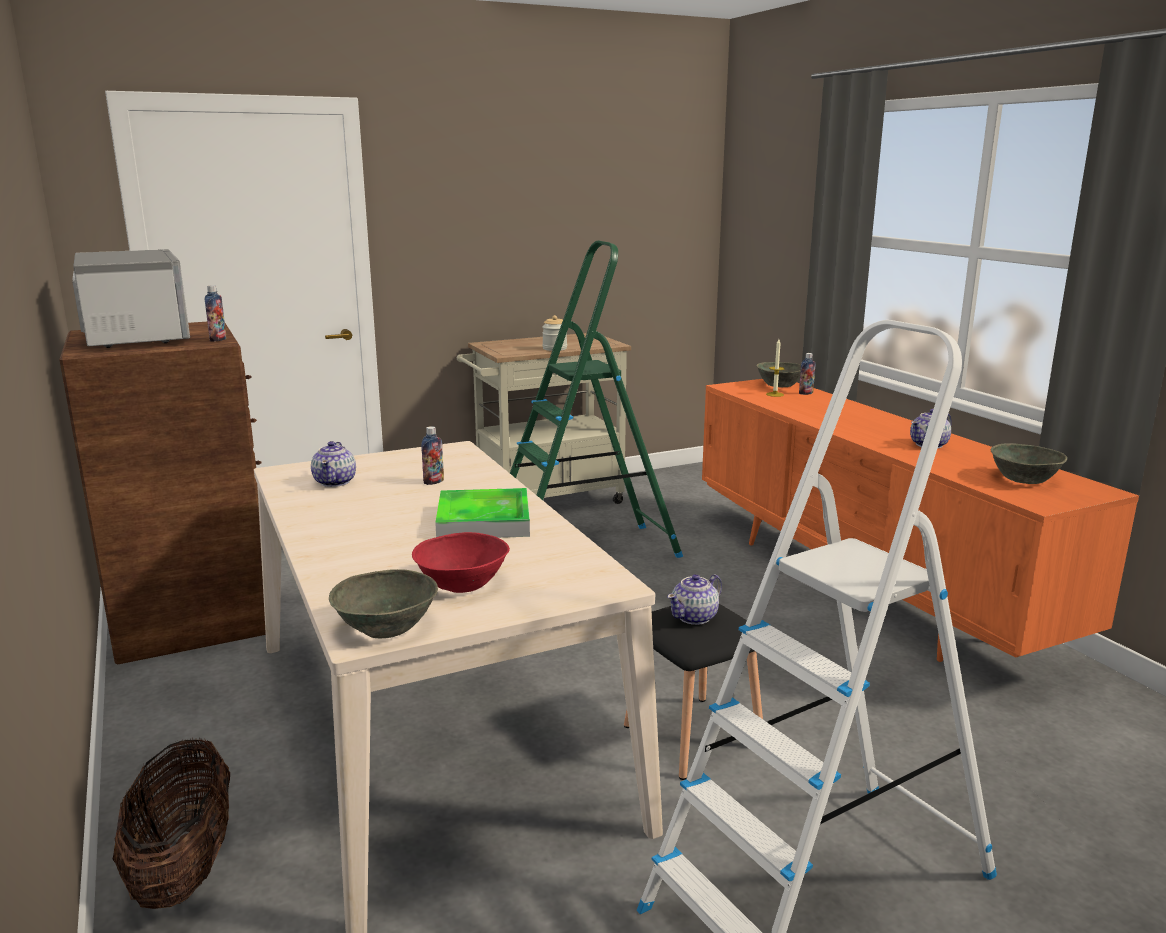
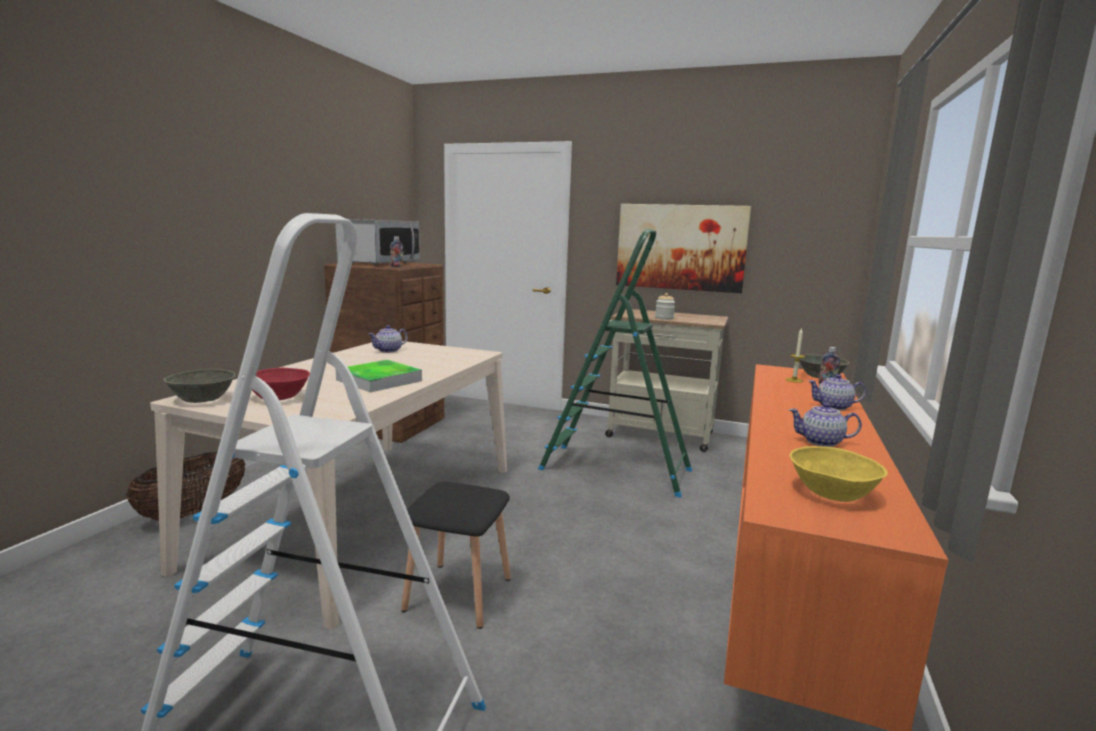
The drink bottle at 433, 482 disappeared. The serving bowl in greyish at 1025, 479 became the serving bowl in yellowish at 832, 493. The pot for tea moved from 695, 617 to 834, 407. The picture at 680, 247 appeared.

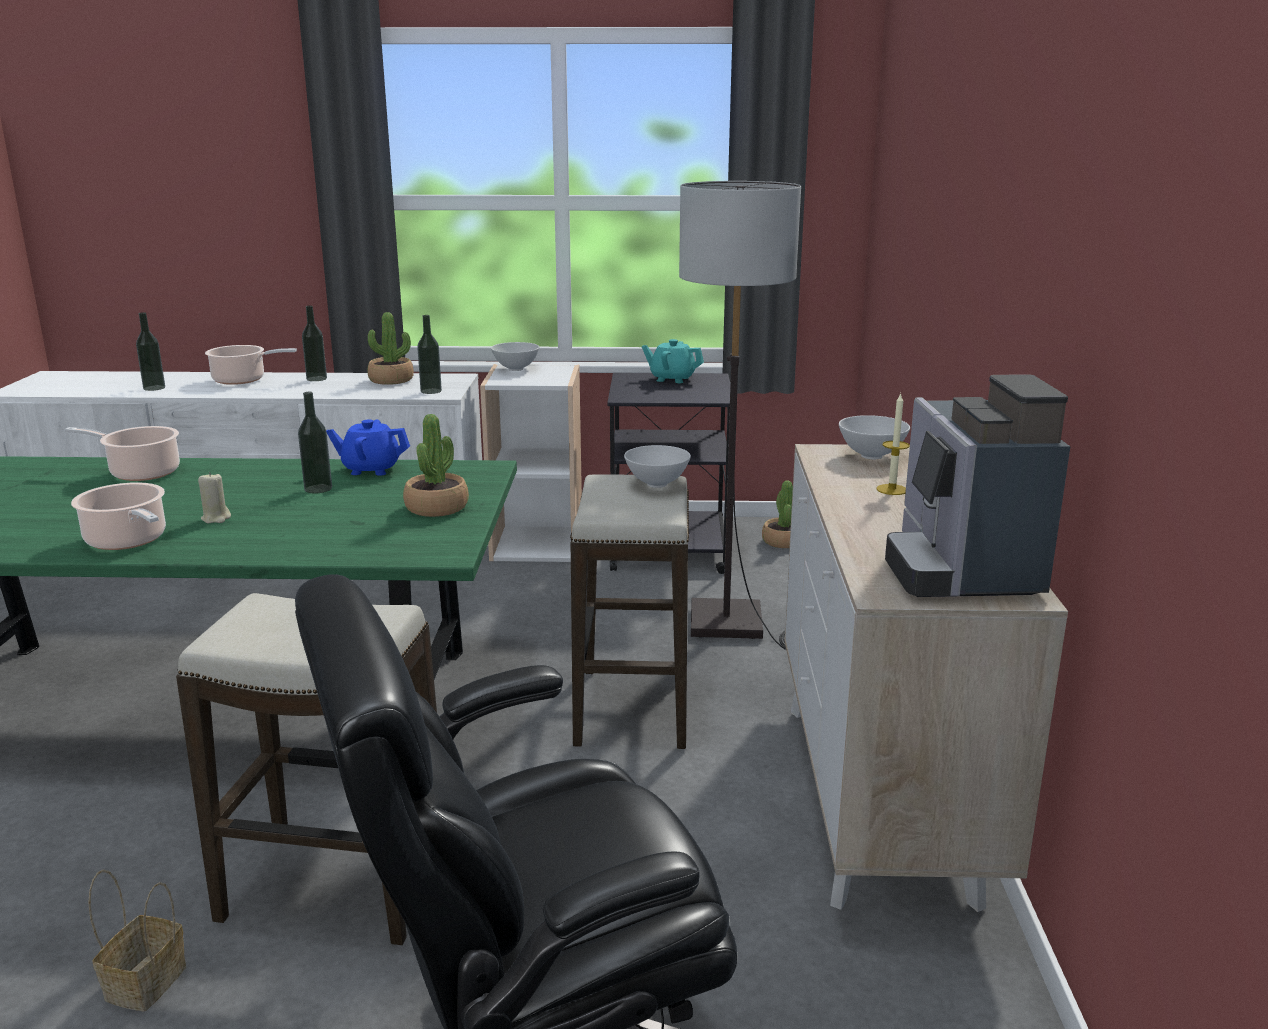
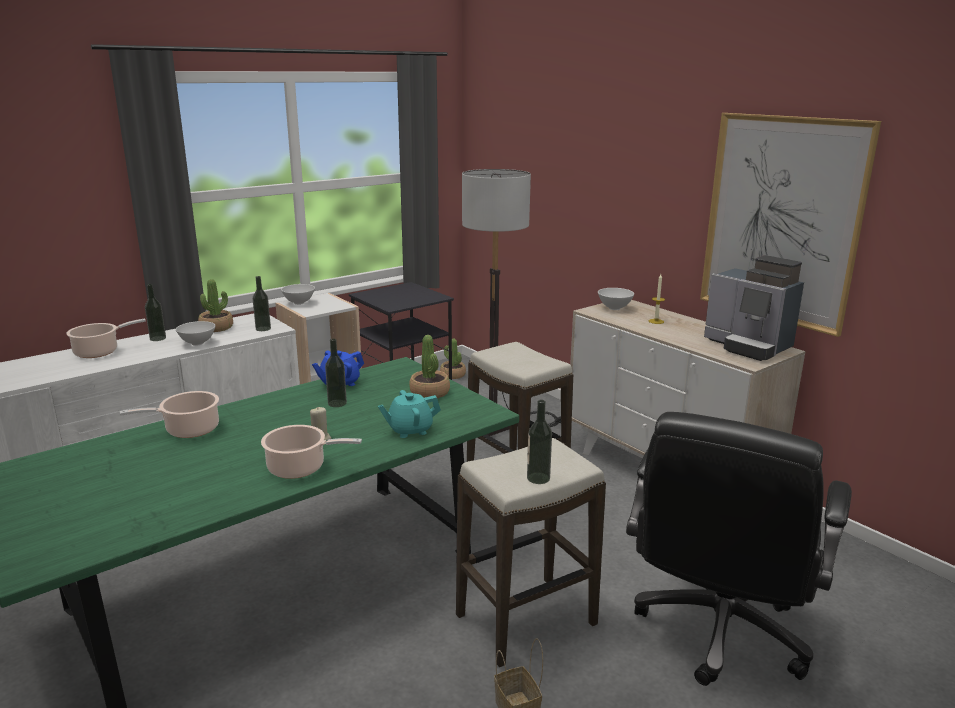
The drink bottle moved from 154, 388 to 538, 478. The pot for tea in blue-green moved from 672, 379 to 410, 430. The serving bowl in white-coloured moved from 656, 484 to 197, 343. The picture at 781, 220 appeared.

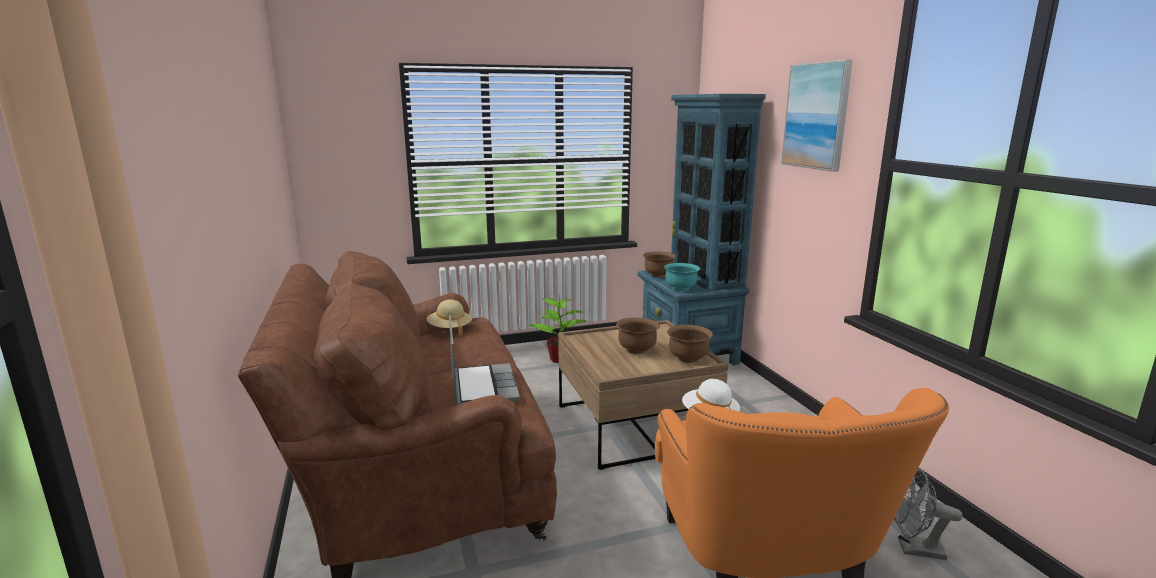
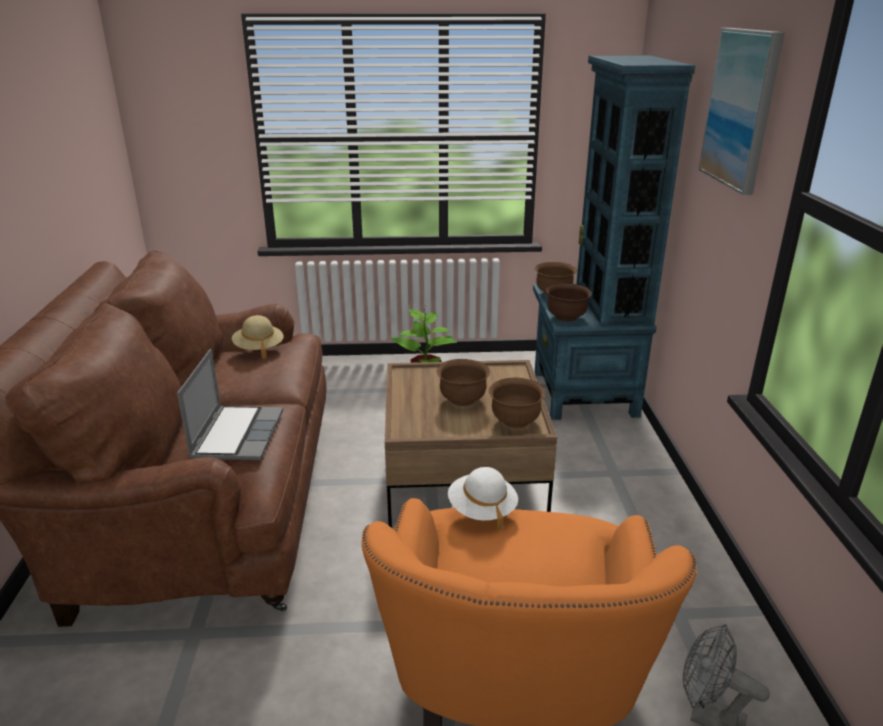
The serving bowl in blue-green at 680, 288 became the serving bowl in brown at 566, 317.

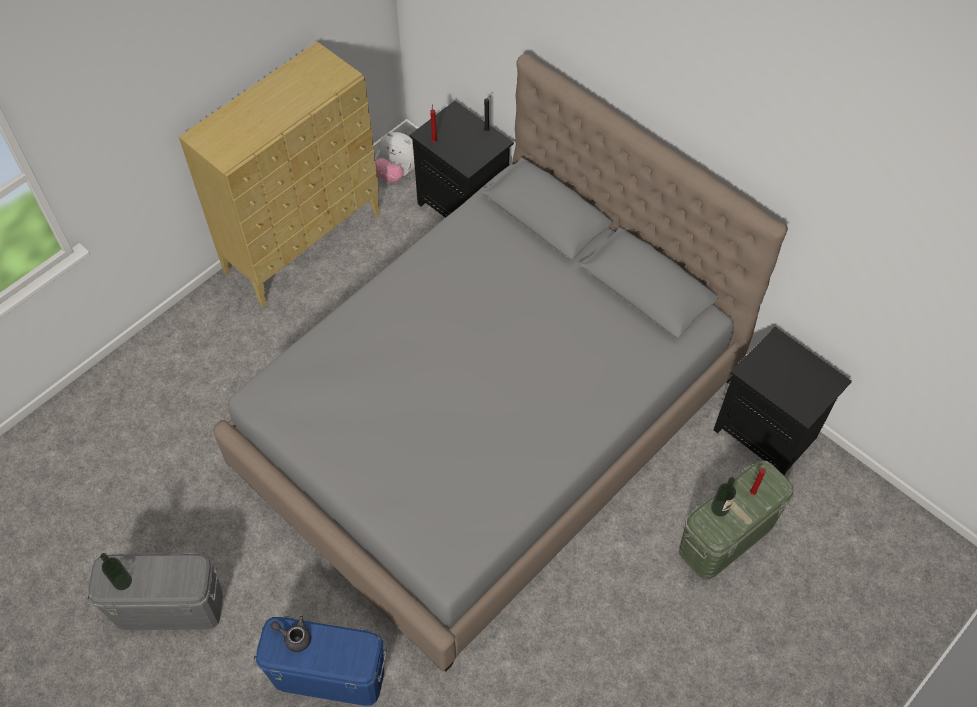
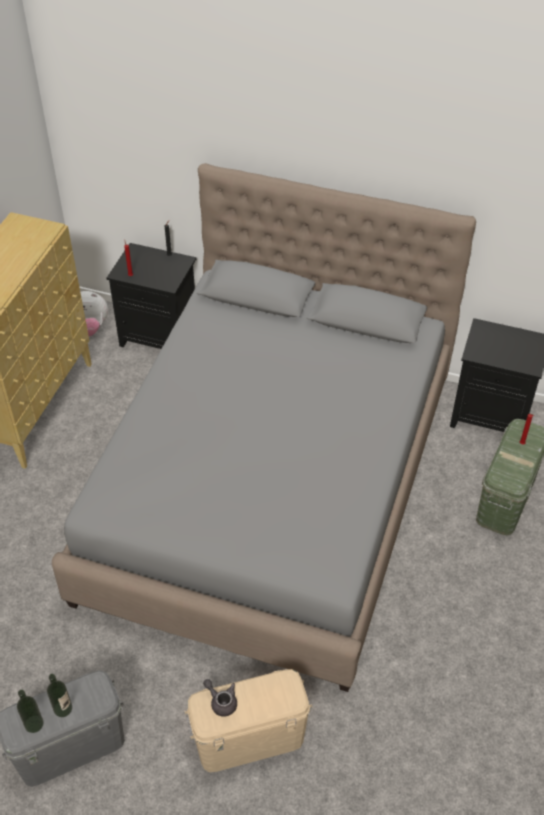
The drink bottle moved from 720, 508 to 63, 708. The storage container in blue-coloured at 328, 675 became the storage container in beige-coloured at 249, 739. The pot for tea in greyish at 294, 637 turned 45 degrees clockwise.

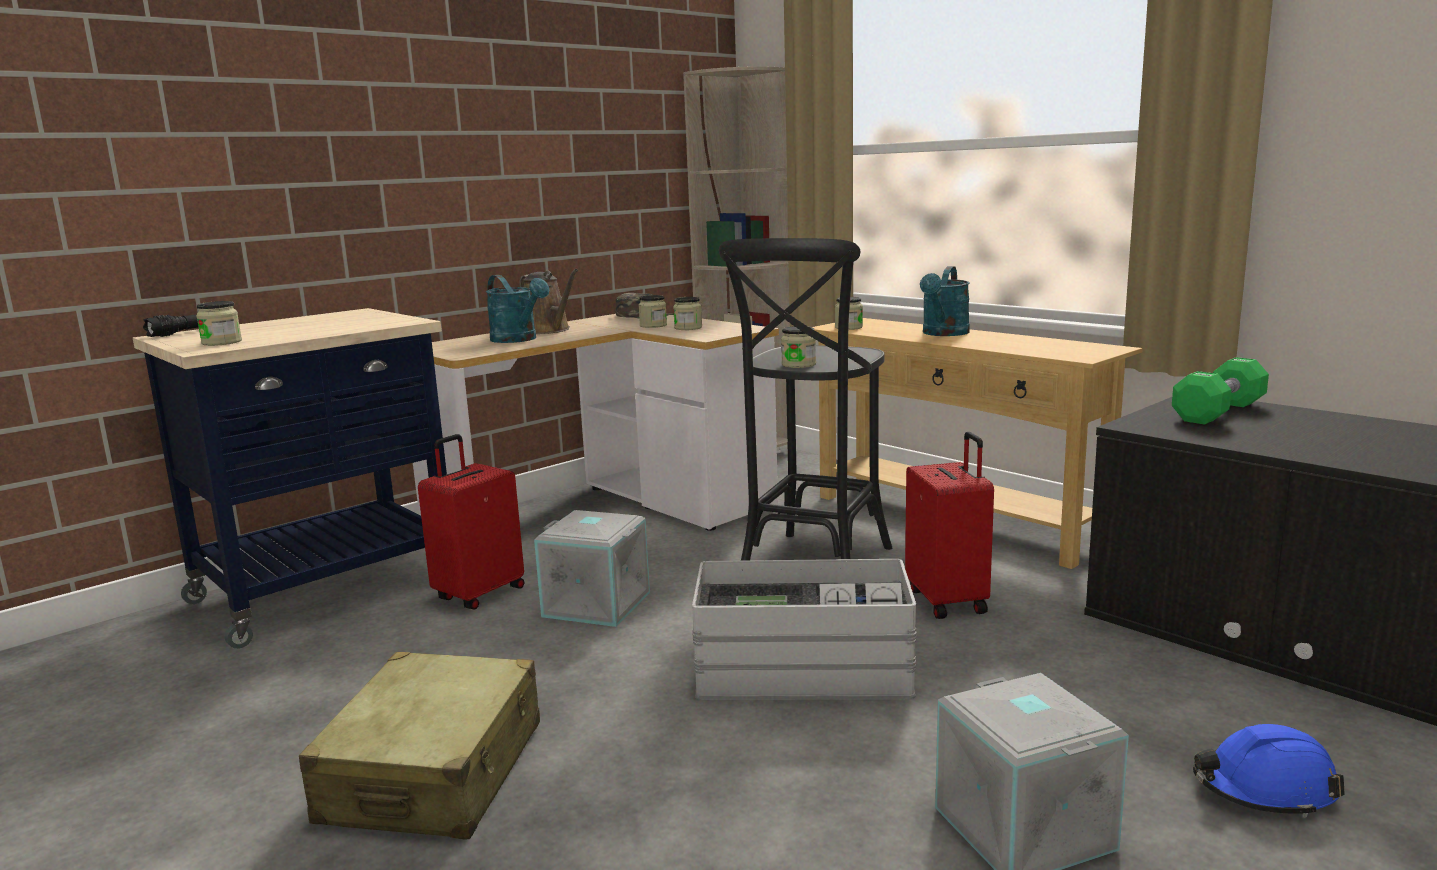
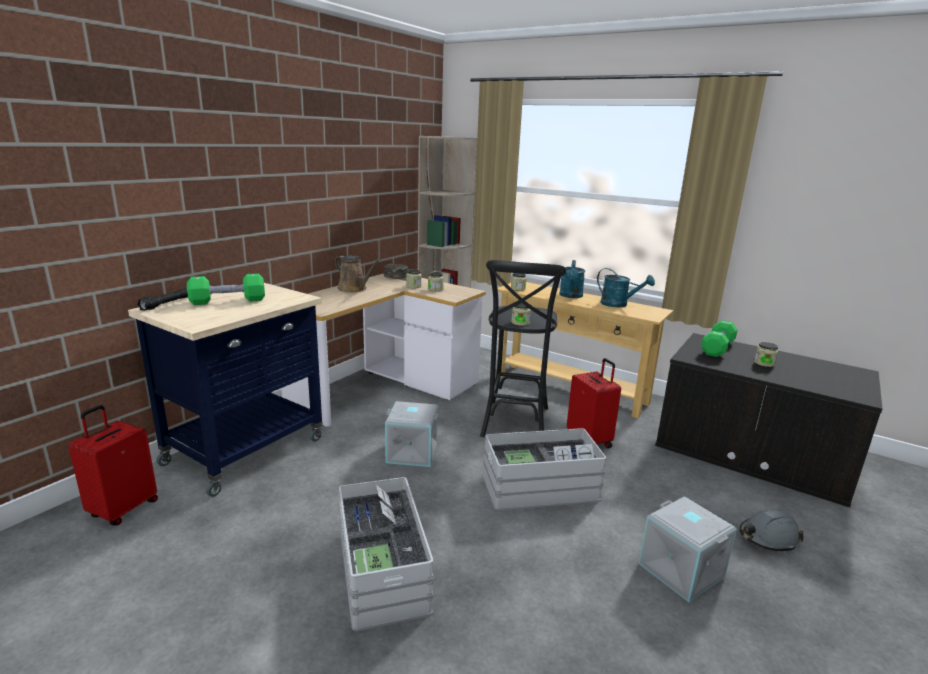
The watering can in blue-green moved from 518, 340 to 619, 304. The preserve jar moved from 222, 342 to 764, 363. The suitcase in red moved from 478, 594 to 123, 509. The suitcase in beige-coloured at 435, 772 was replaced by the storage container in greyish at 381, 569. The safety helmet in blue-coloured at 1264, 789 became the safety helmet in greyish at 768, 538. The free weight in greenish at 228, 301 appeared.

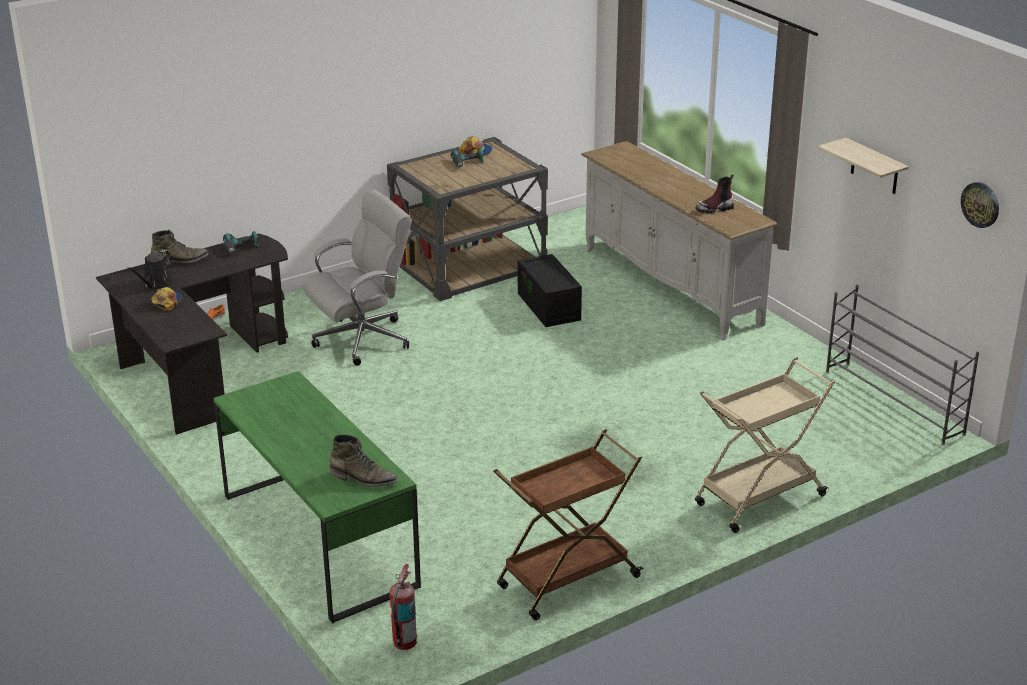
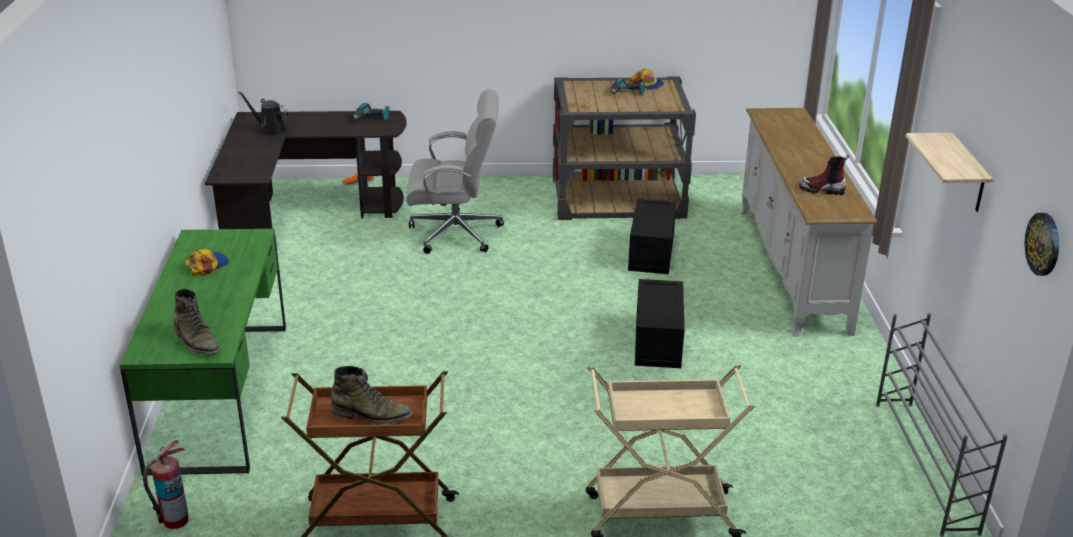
The tall boot in greenish moved from 180, 261 to 371, 415. The watering can in black-coloured at 156, 285 turned 60 degrees clockwise. The cap moved from 167, 301 to 207, 265. The storage container in black-coloured at 659, 342 appeared.

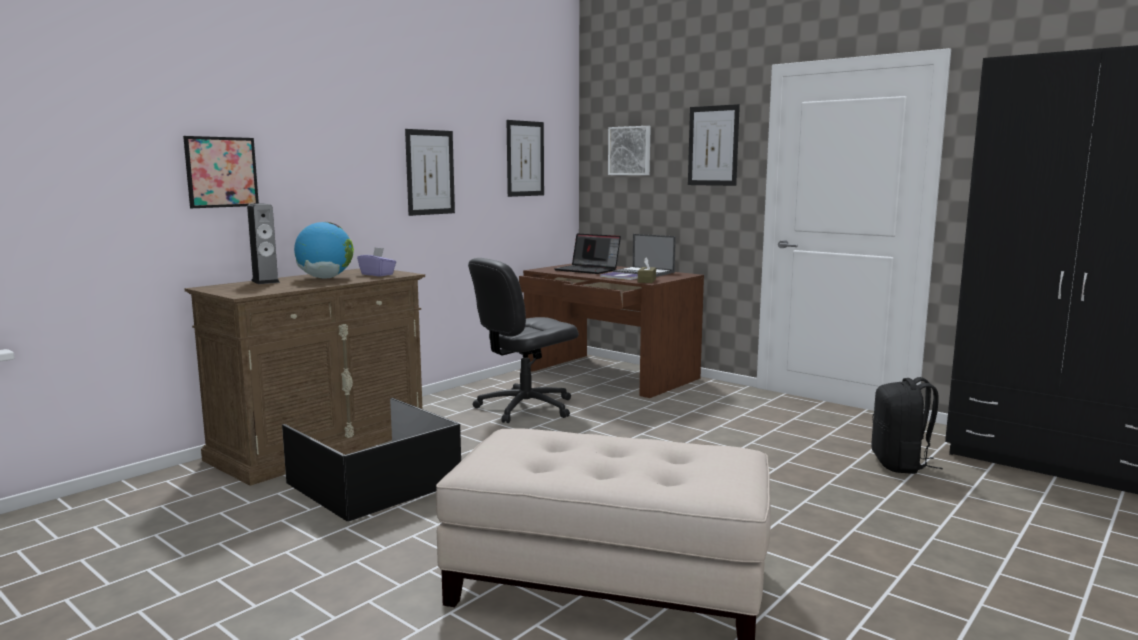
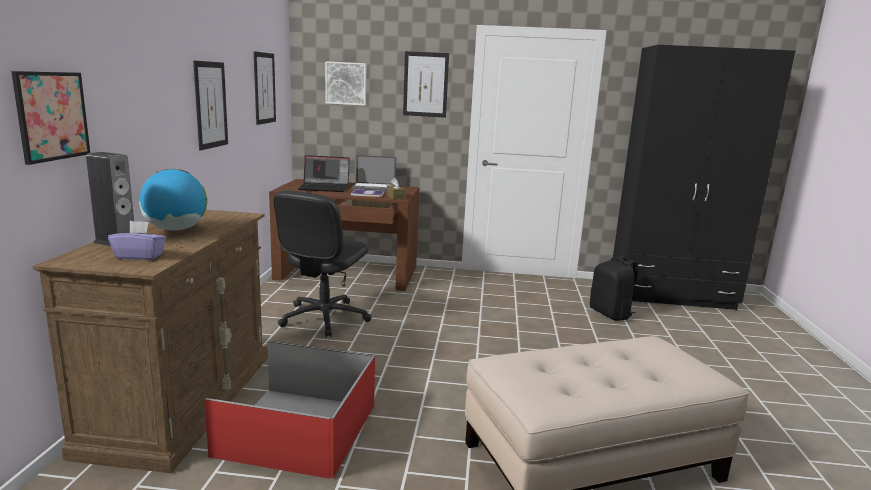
The box of tissues in purplish moved from 377, 274 to 140, 256. The storage container in black-coloured at 375, 482 became the storage container in red at 298, 428.

